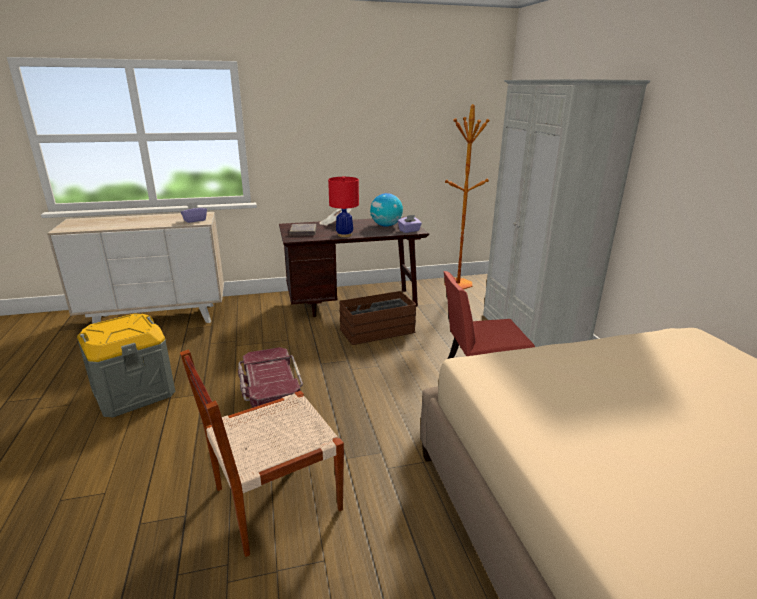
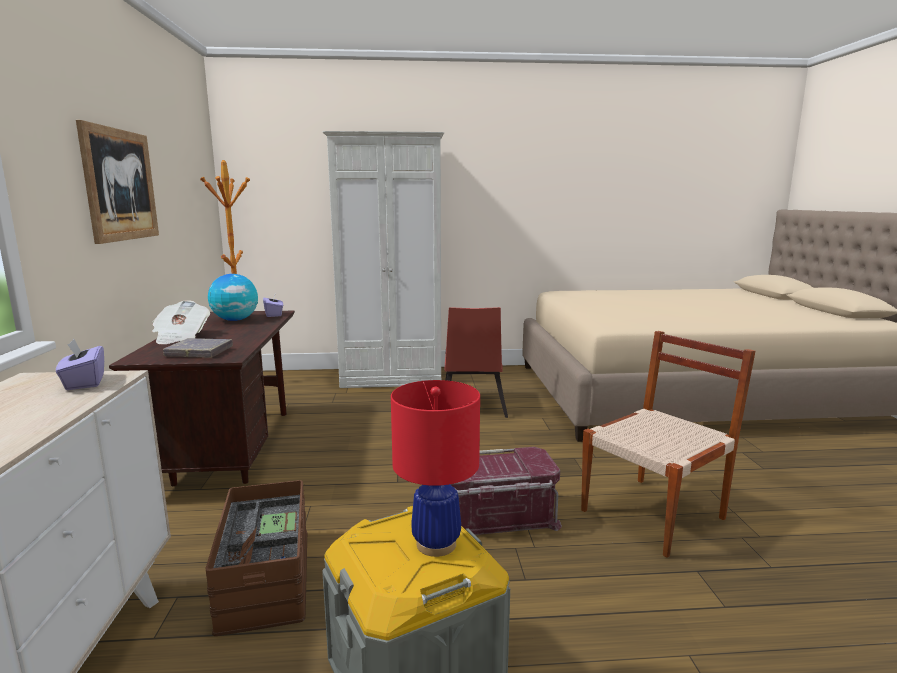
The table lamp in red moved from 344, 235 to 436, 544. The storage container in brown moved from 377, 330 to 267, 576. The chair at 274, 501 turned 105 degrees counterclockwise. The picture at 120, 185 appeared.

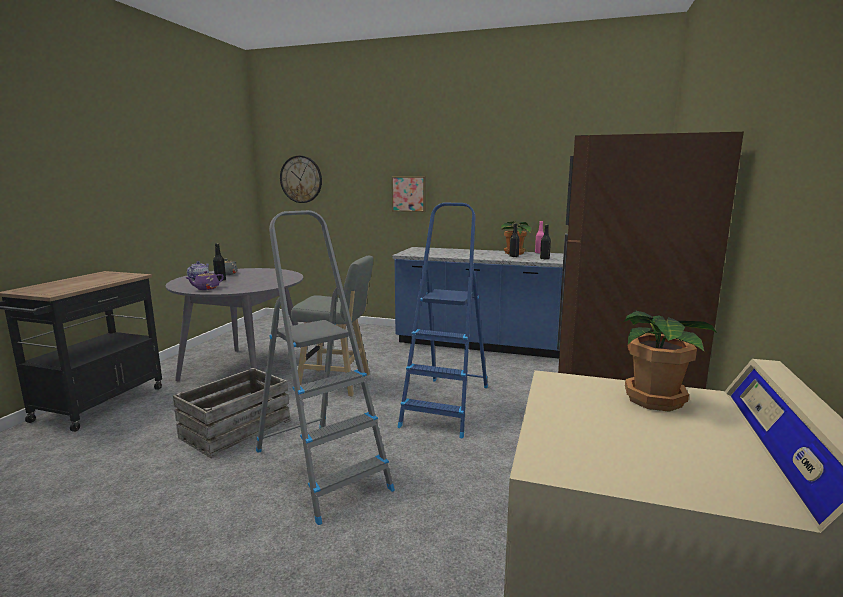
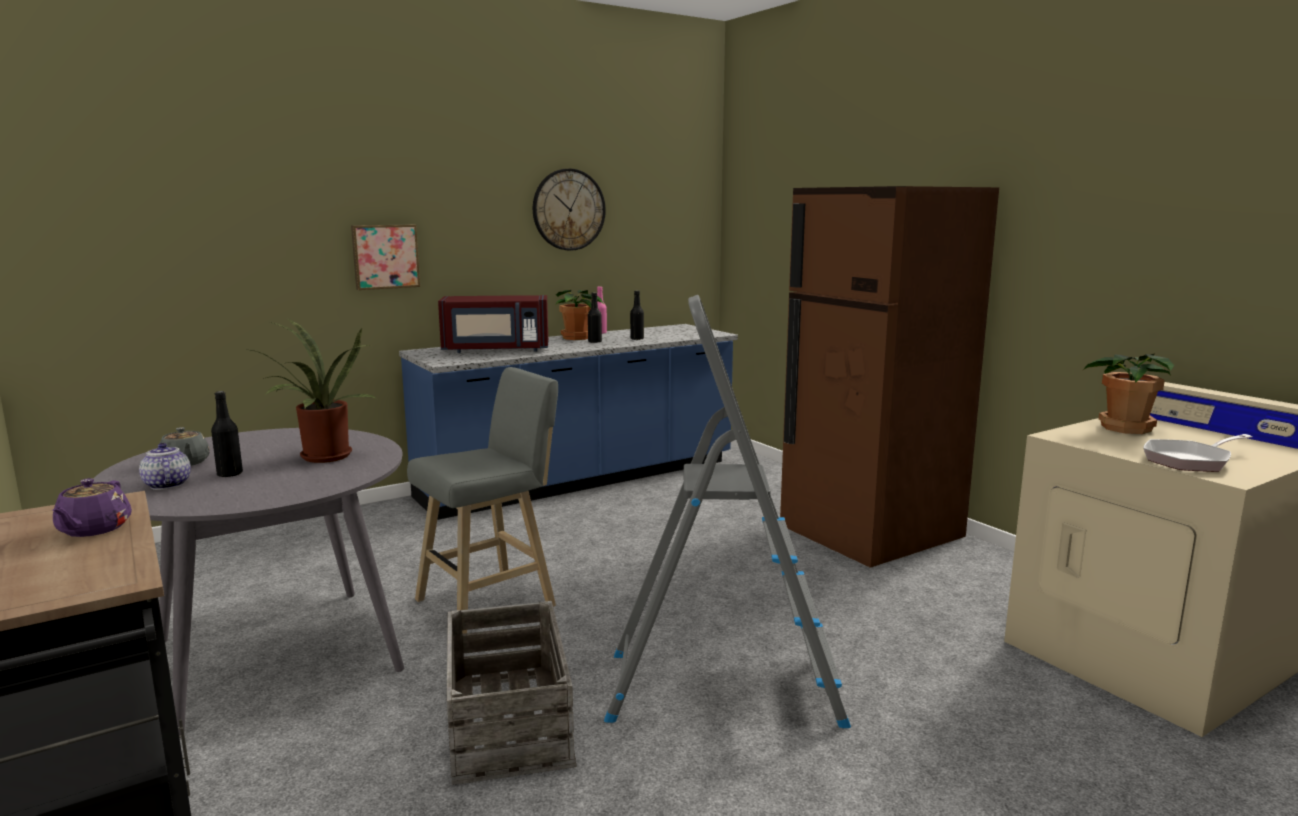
The wall clock moved from 301, 179 to 568, 209. The step ladder in blue-coloured at 446, 405 disappeared. The pot for tea in purplish moved from 206, 288 to 93, 529. The microwave oven in red at 496, 350 appeared. The plant in a pot at 322, 458 appeared. The pan at 1190, 461 appeared.

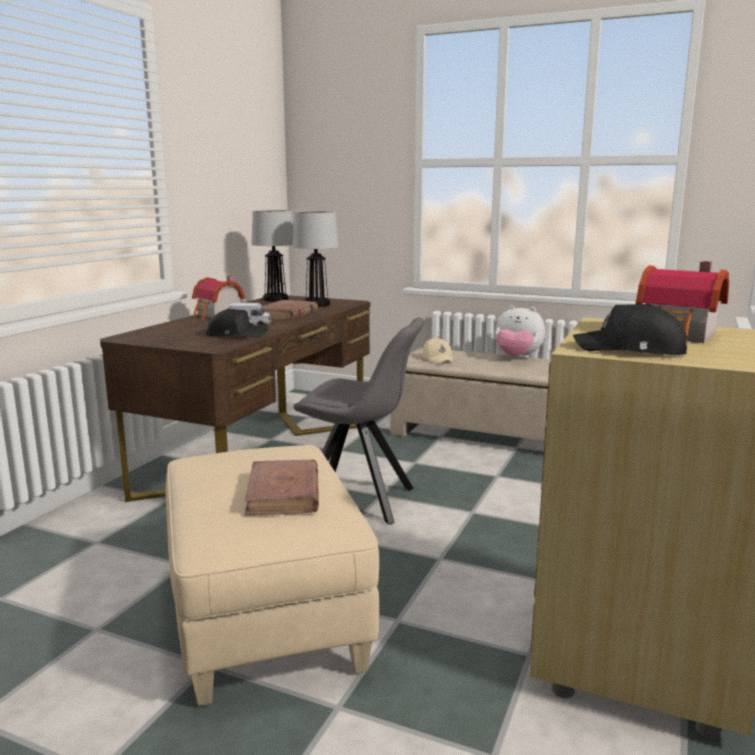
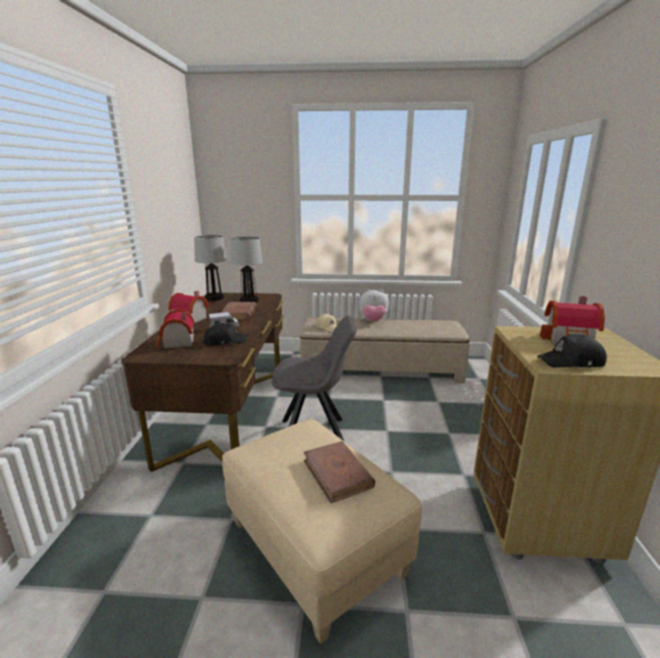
The model house at 176, 343 appeared.

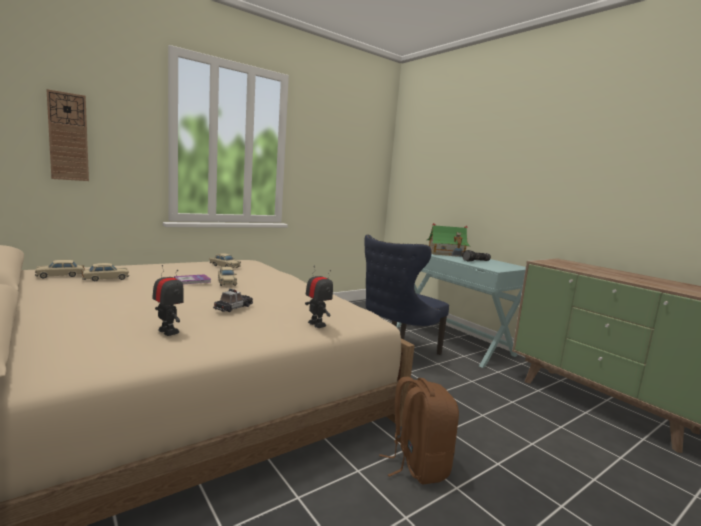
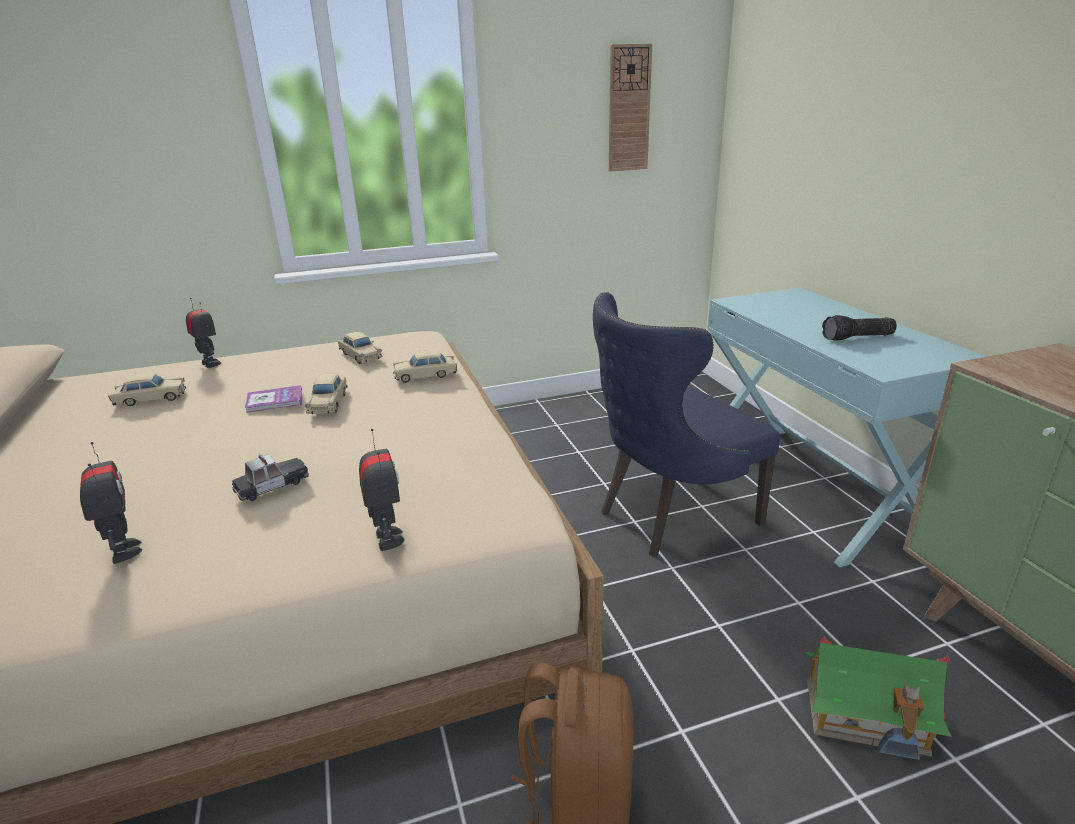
The wall clock moved from 68, 137 to 629, 109. The model house moved from 446, 253 to 866, 716. The toy car in beige-coloured moved from 60, 275 to 425, 375. The robot figure at 210, 364 appeared.

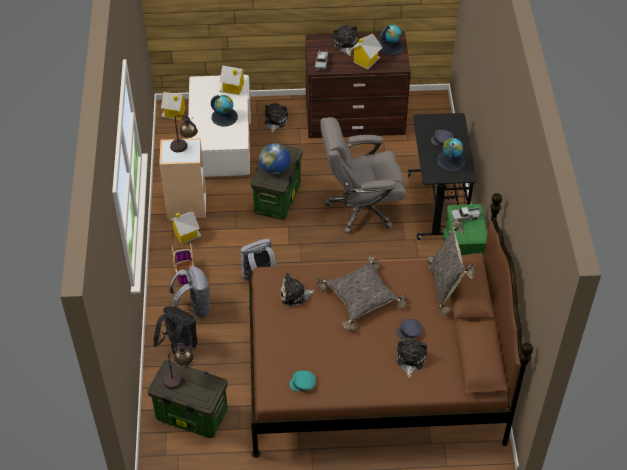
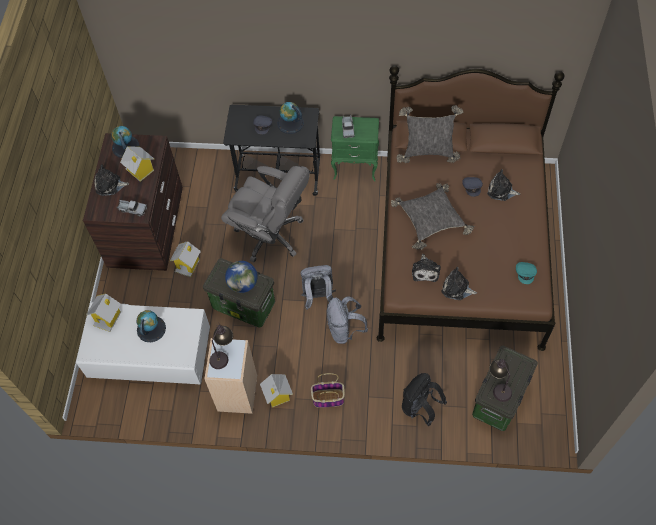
The model house moved from 174, 113 to 188, 265. The plush toy moved from 275, 120 to 457, 288. The office chair in greyish at 362, 208 turned 60 degrees counterclockwise. The knapsack in greyish moved from 194, 308 to 318, 297.

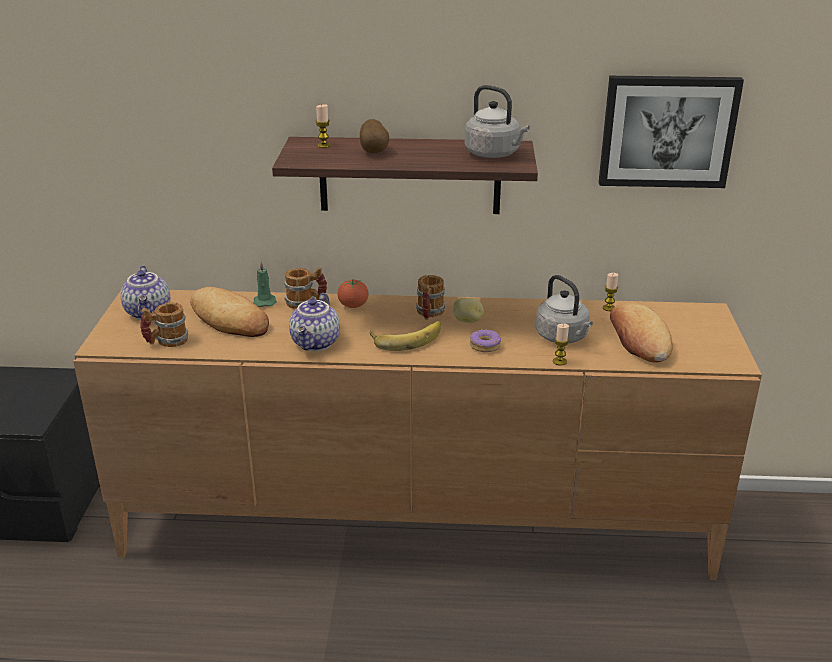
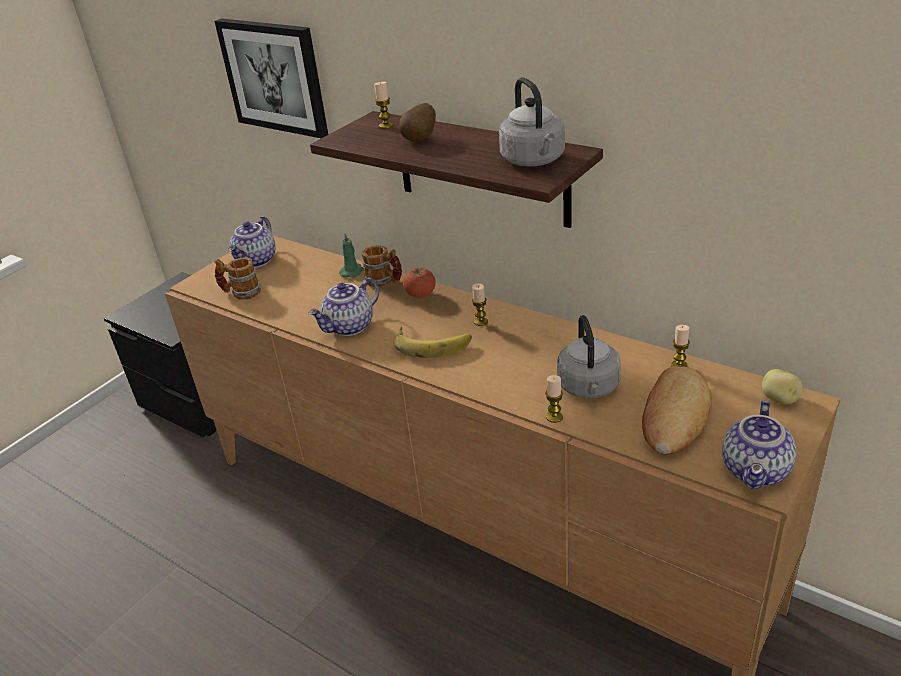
The picture moved from 667, 131 to 275, 76. The coffee mug at 429, 313 was replaced by the wax light at 480, 322. The bread at 229, 319 disappeared. The potato moved from 468, 321 to 779, 399. The donut at 485, 346 disappeared. The pot for tea at 757, 471 appeared.

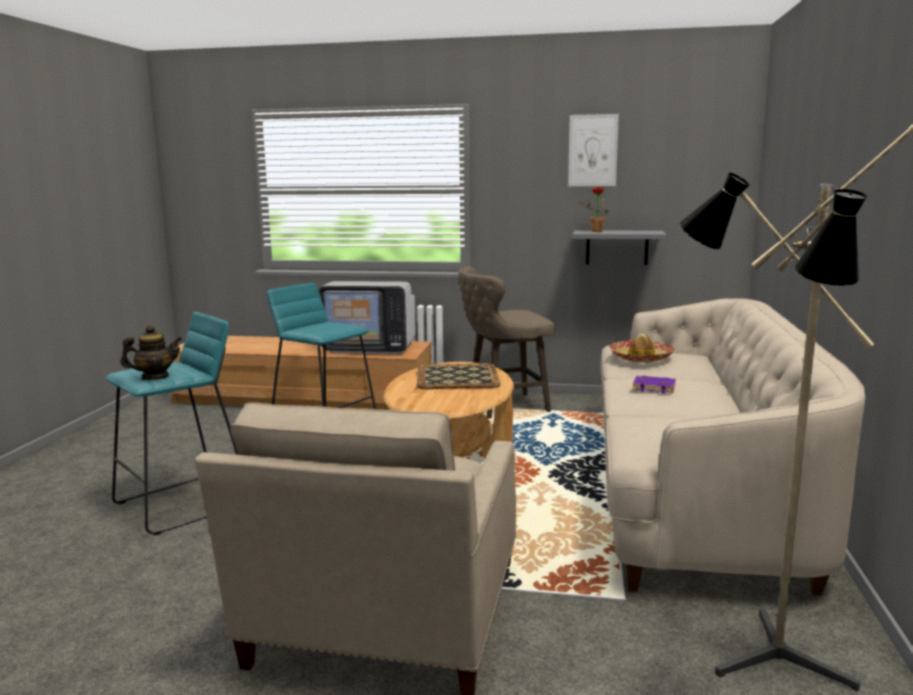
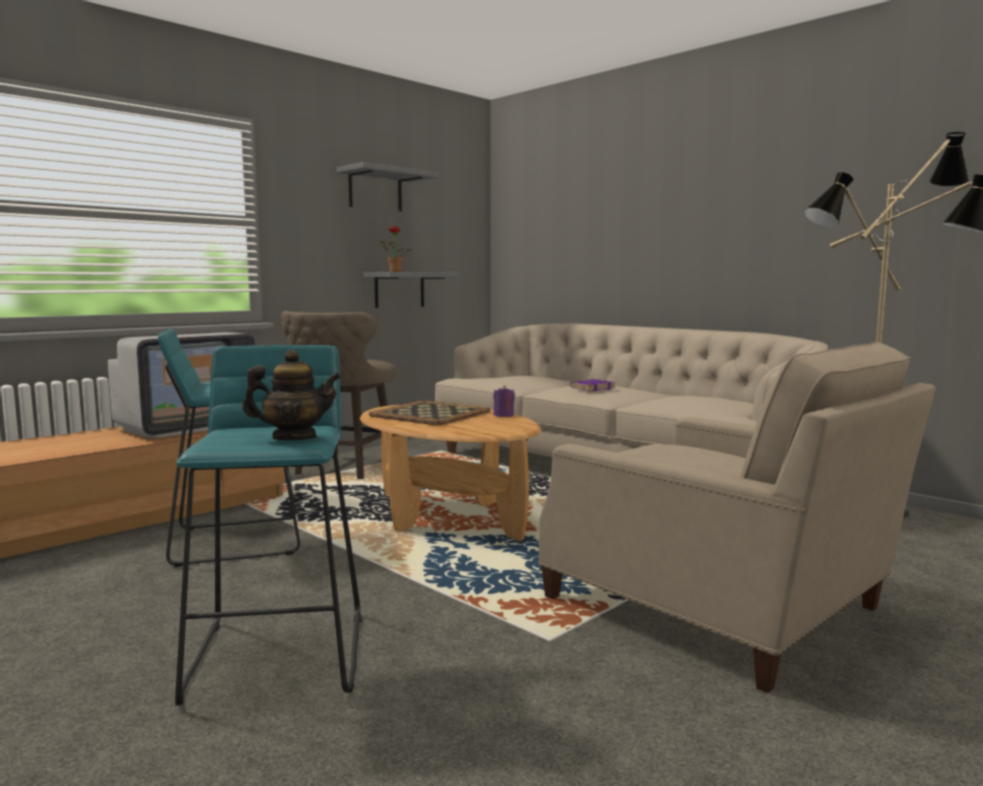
The picture at 592, 150 was replaced by the shelf in greyish at 375, 190. The pot for tea at 155, 377 turned 75 degrees clockwise. The hat at 641, 358 disappeared. The wax light in purplish at 503, 415 appeared.

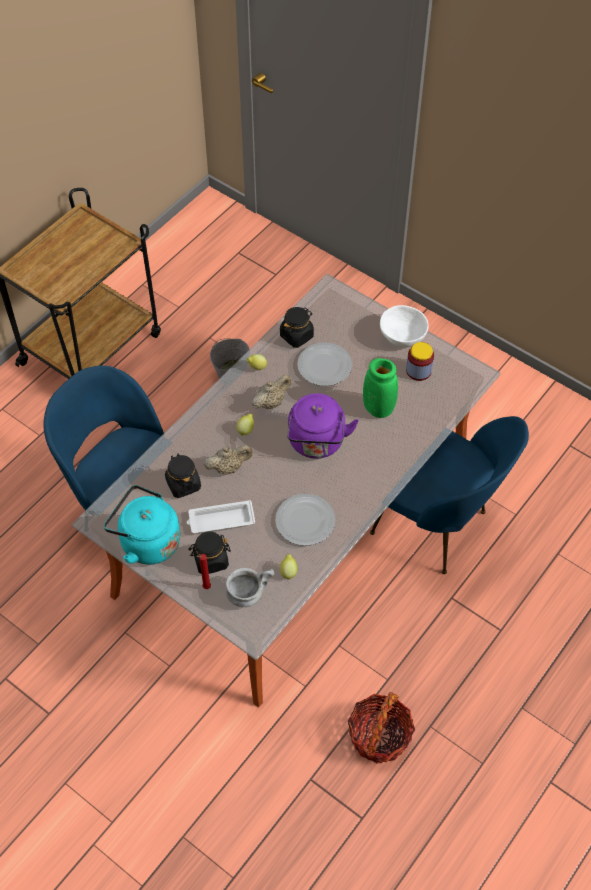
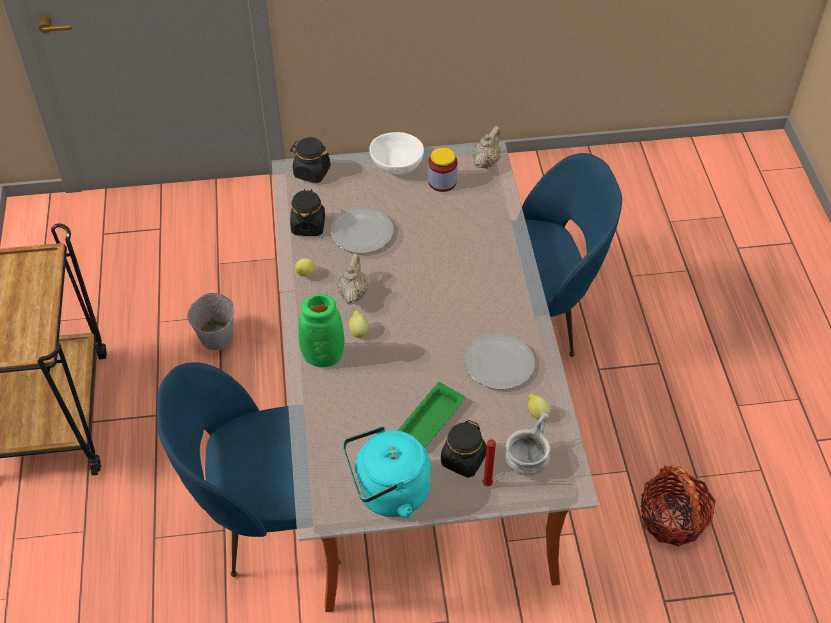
The flower vase in greenish moved from 378, 408 to 323, 356. The water kettle in purplish at 316, 443 disappeared. The pot for tea in beige-coloured moved from 228, 467 to 486, 162. The preserve jar in black-coloured moved from 183, 484 to 311, 172. The serving tray in white-coloured at 220, 520 became the serving tray in greenish at 429, 420.

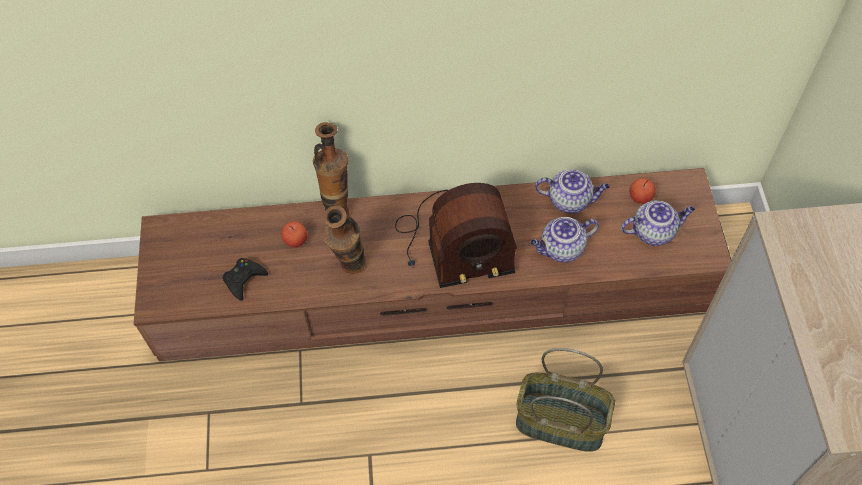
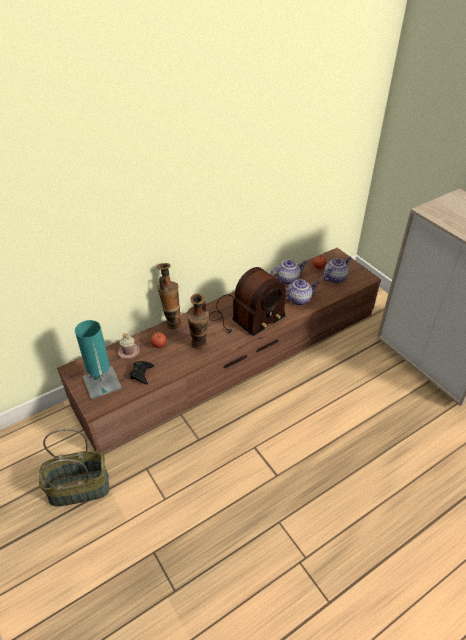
The pot for tea at 561, 249 turned 150 degrees counterclockwise. The basket moved from 561, 421 to 80, 487. The table lamp in blue-green at 102, 383 appeared. The coffee mug in pink-coloured at 128, 351 appeared.

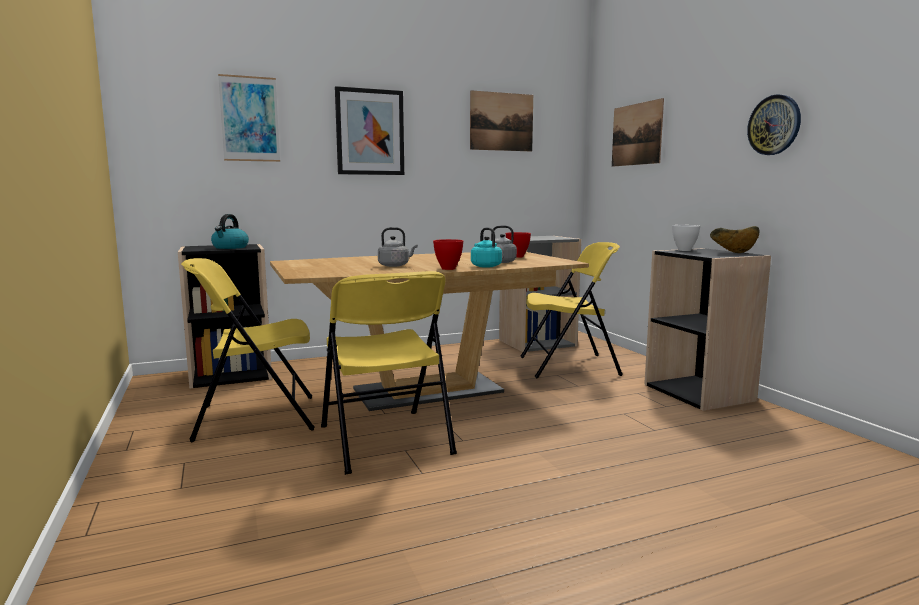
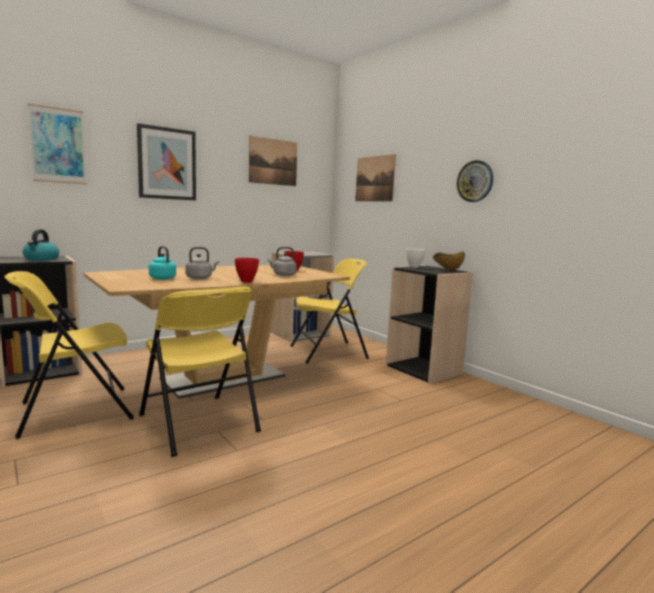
The water kettle in blue-green moved from 485, 266 to 162, 278.

